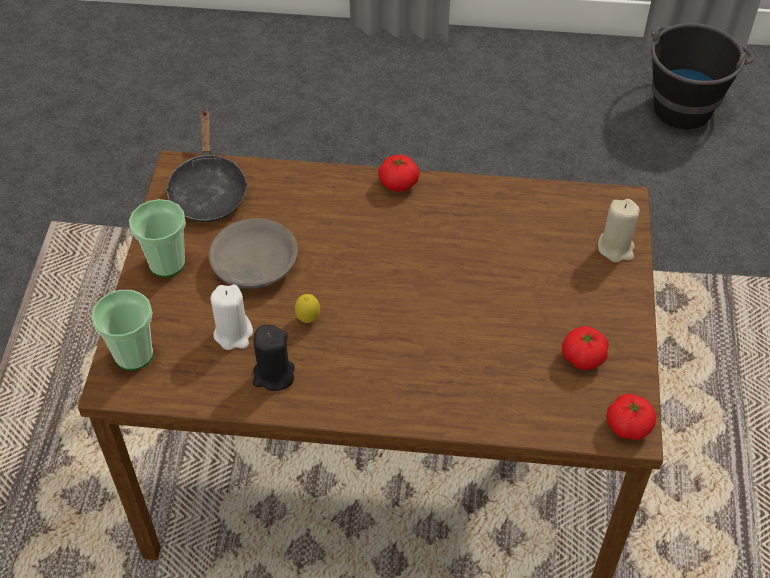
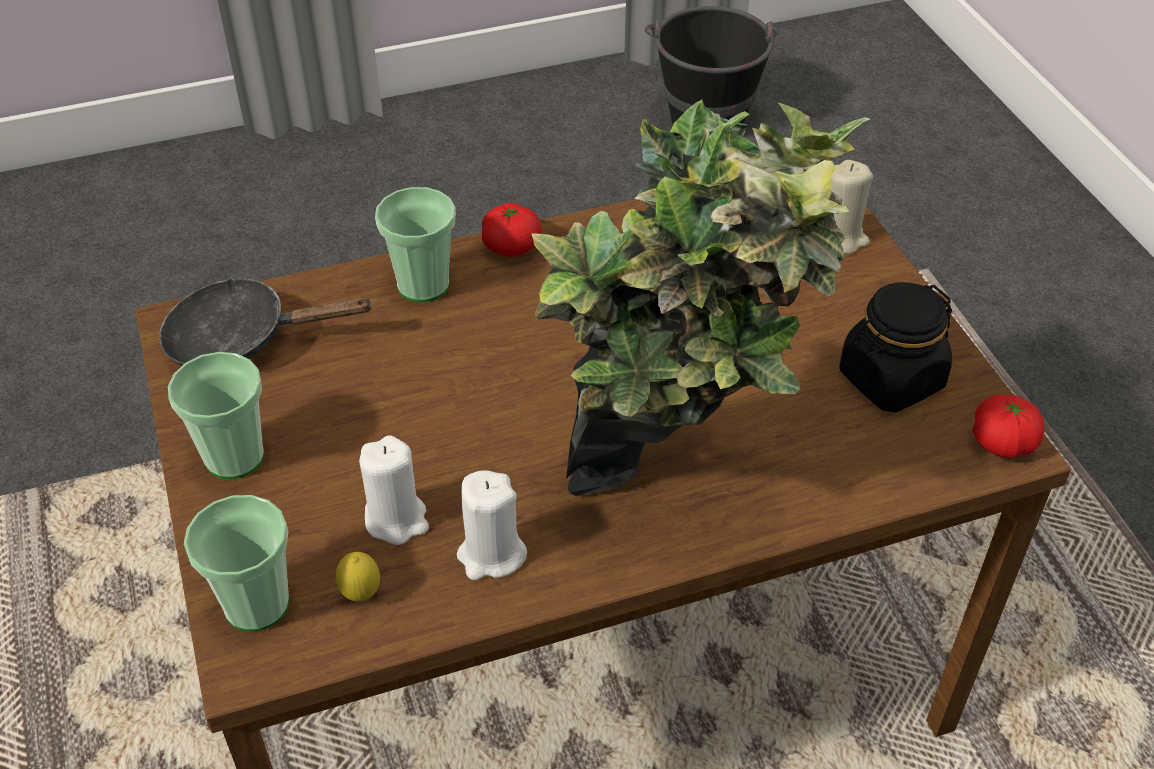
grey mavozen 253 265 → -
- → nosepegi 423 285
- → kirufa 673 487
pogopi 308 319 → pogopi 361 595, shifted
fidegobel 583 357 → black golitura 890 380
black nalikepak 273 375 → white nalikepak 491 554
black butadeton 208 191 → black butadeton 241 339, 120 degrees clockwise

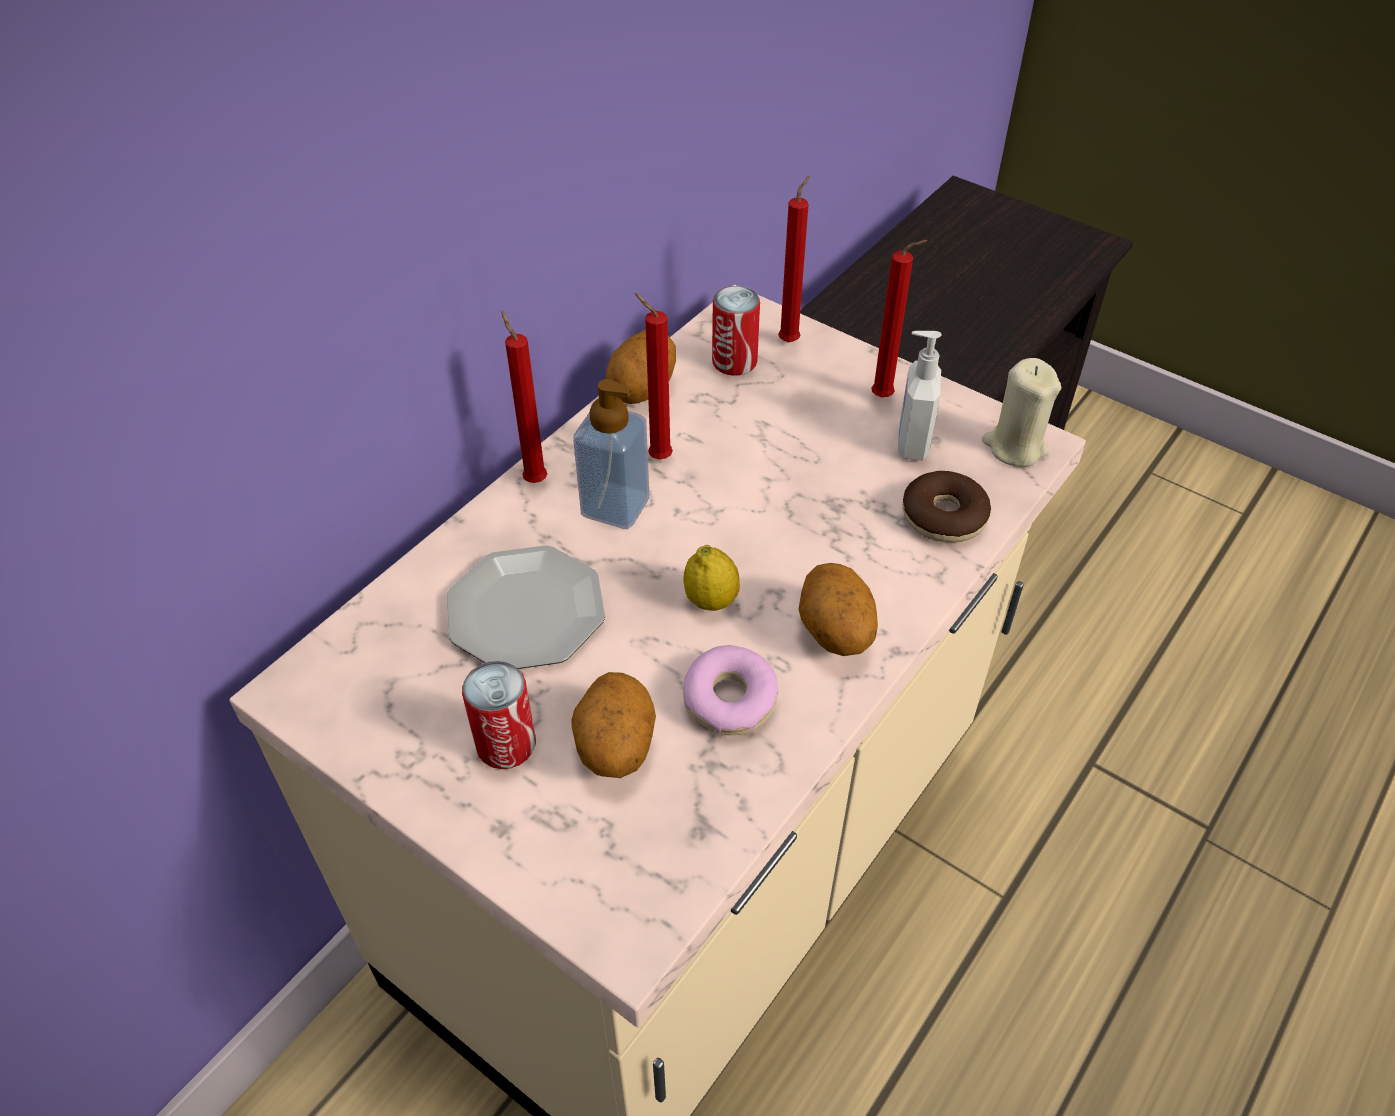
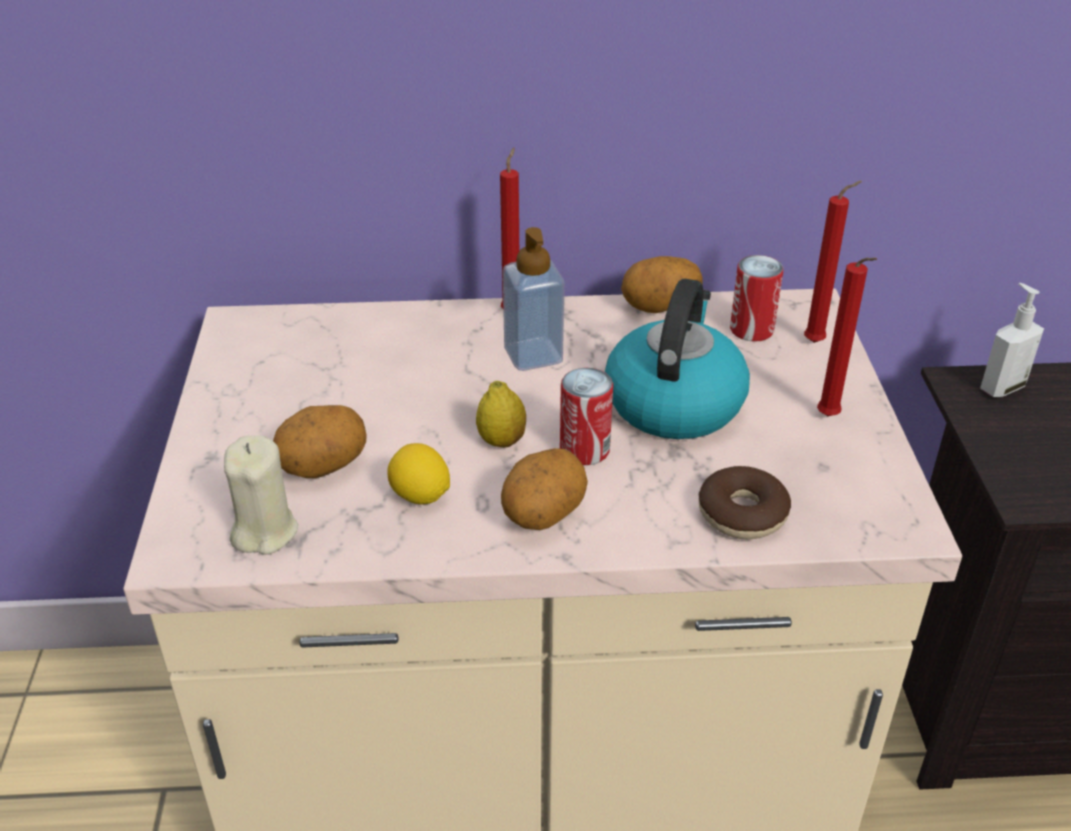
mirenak 526 612 → -
red nalikepak 657 457 → -
- → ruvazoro 674 402
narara 506 744 → narara 584 450, shifted
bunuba 911 443 → bunuba 1001 387, shifted
beige nalikepak 1014 446 → beige nalikepak 264 531, shifted
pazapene 729 700 → pogopi 420 496

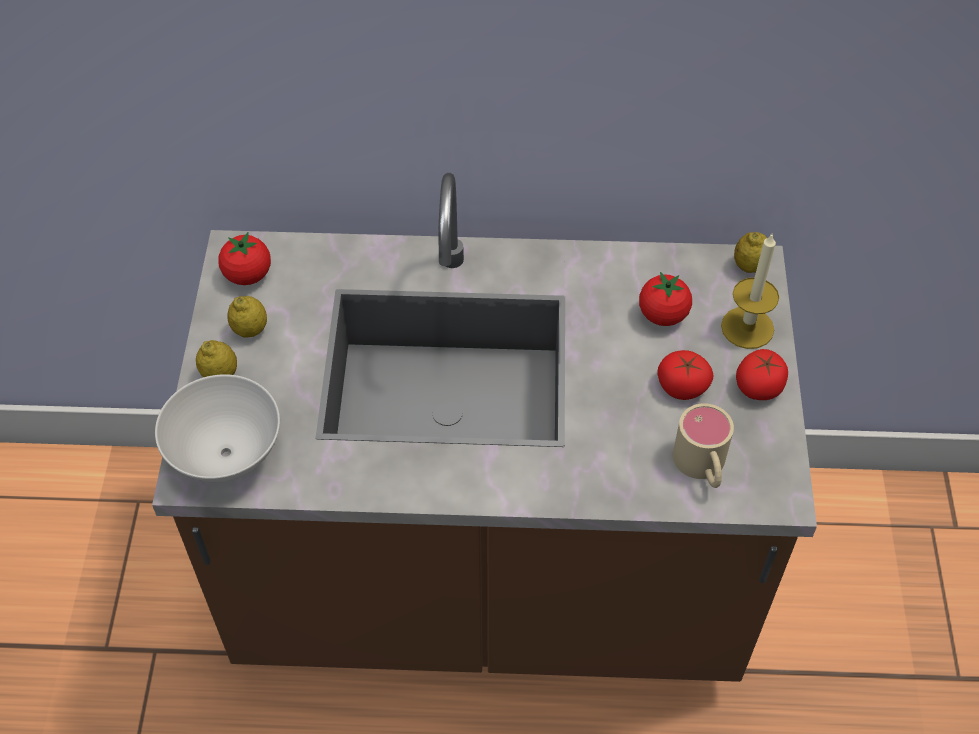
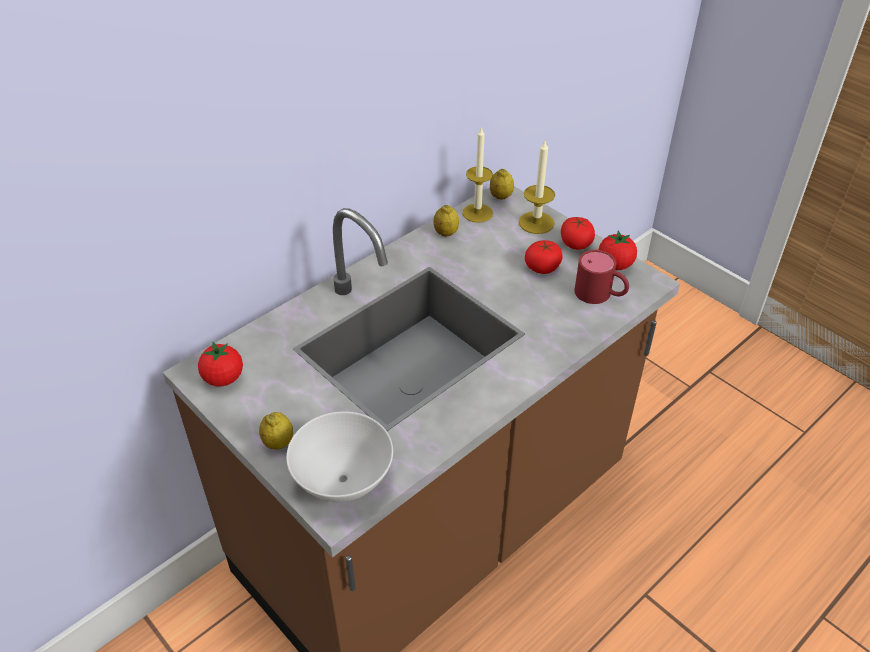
- → nalikepak 477 213
pogopi 250 330 → pogopi 446 233, shifted
fidegobel 663 315 → fidegobel 615 265, shifted
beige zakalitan 702 467 → red zakalitan 600 295

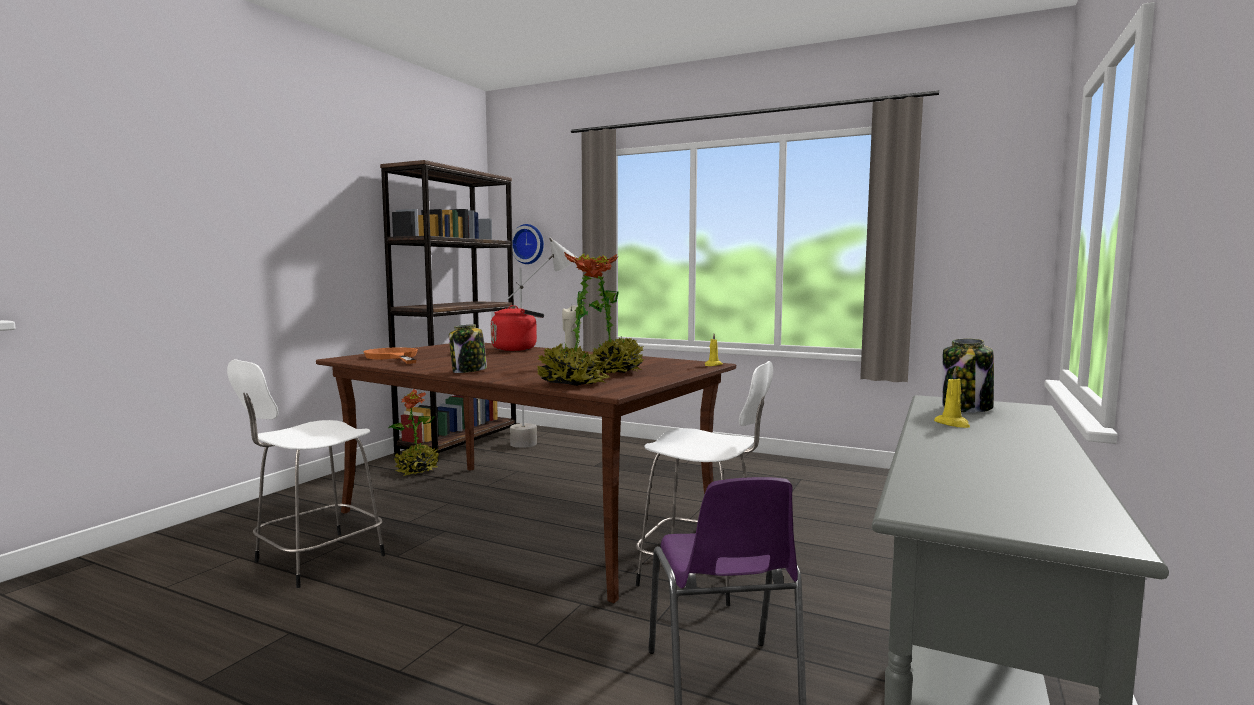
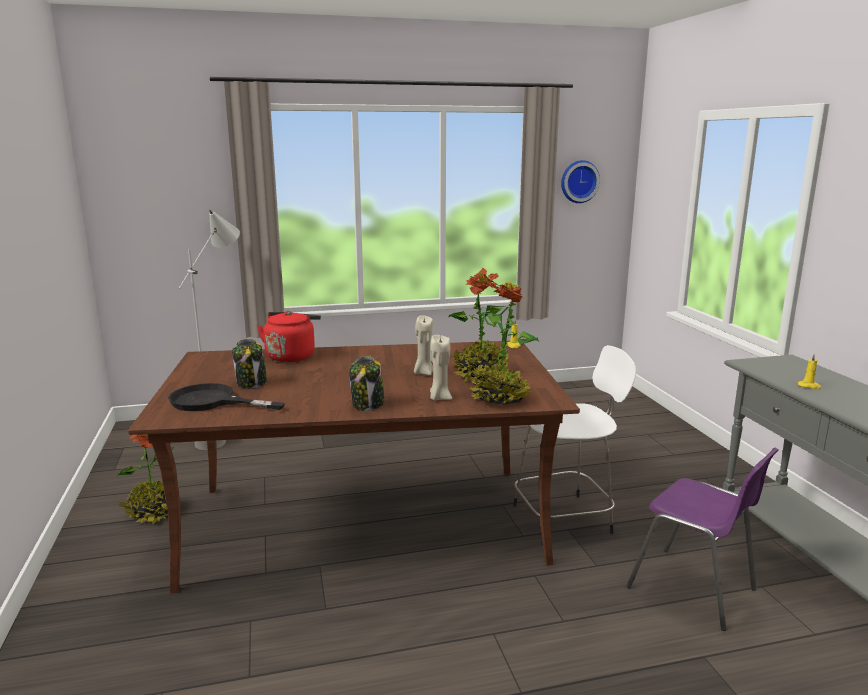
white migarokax 315 560 → -
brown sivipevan 459 443 → -
- → beige nalikepak 439 398
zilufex 528 244 → zilufex 578 181, shifted
golitura 967 408 → golitura 252 383, shifted
orange butadeton 393 357 → black butadeton 212 401

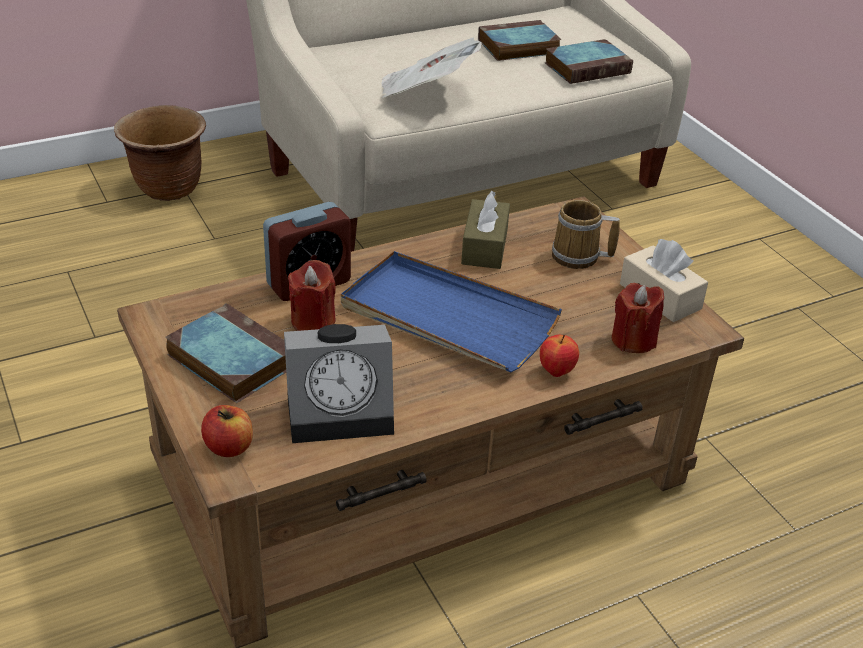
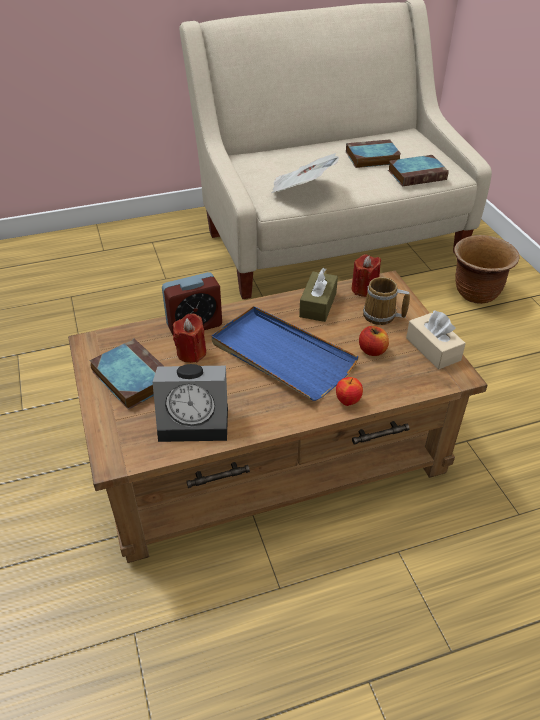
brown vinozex 168 189 → brown vinozex 476 294, shifted
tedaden 229 447 → tedaden 372 350, shifted
red nalikepak 633 340 → red nalikepak 364 289, shifted

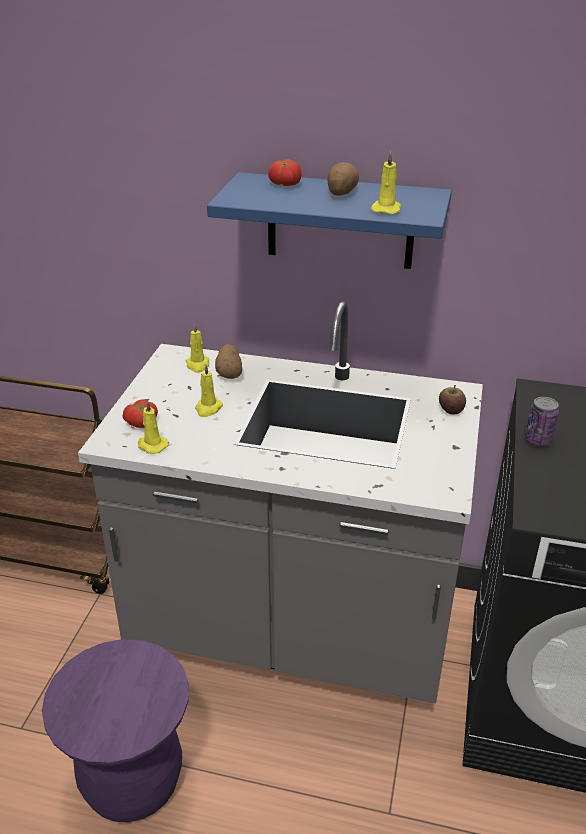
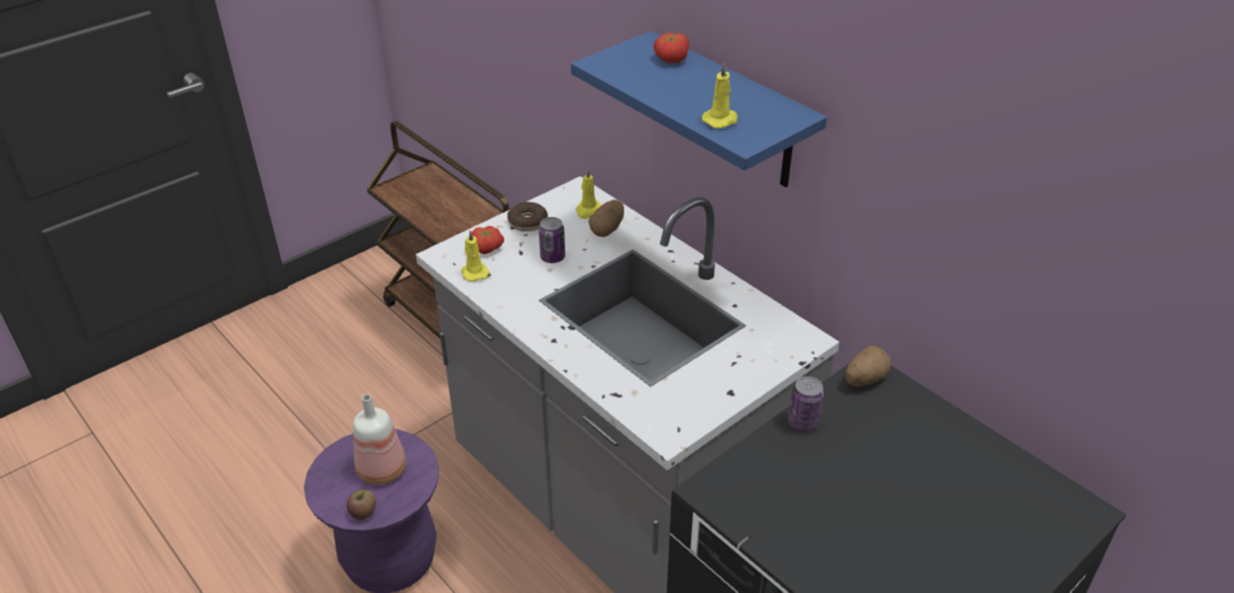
- → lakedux 383 470
- → pazapene 528 222
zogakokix 341 193 → zogakokix 864 379, shifted
tedaden 450 410 → tedaden 363 512, shifted
yellow nalikepak 208 408 → narara 552 257

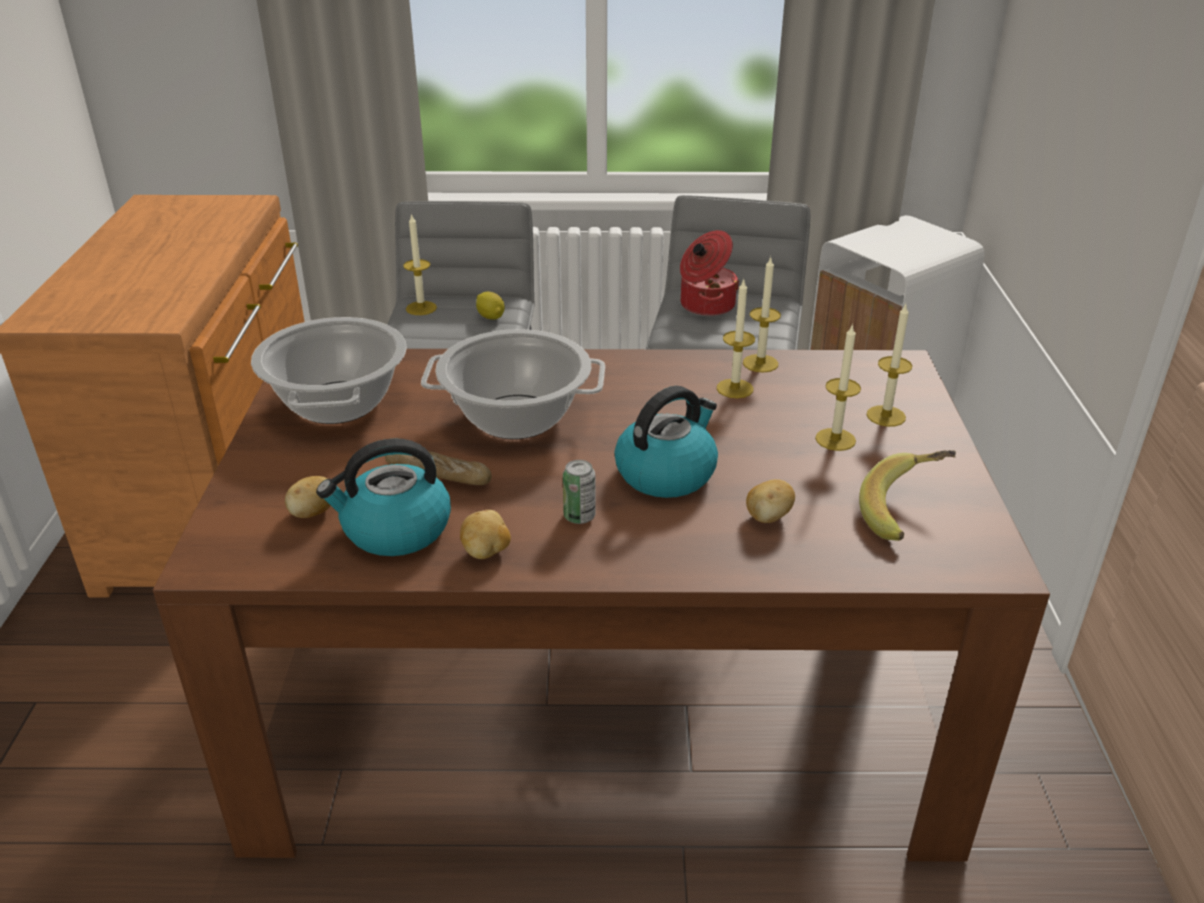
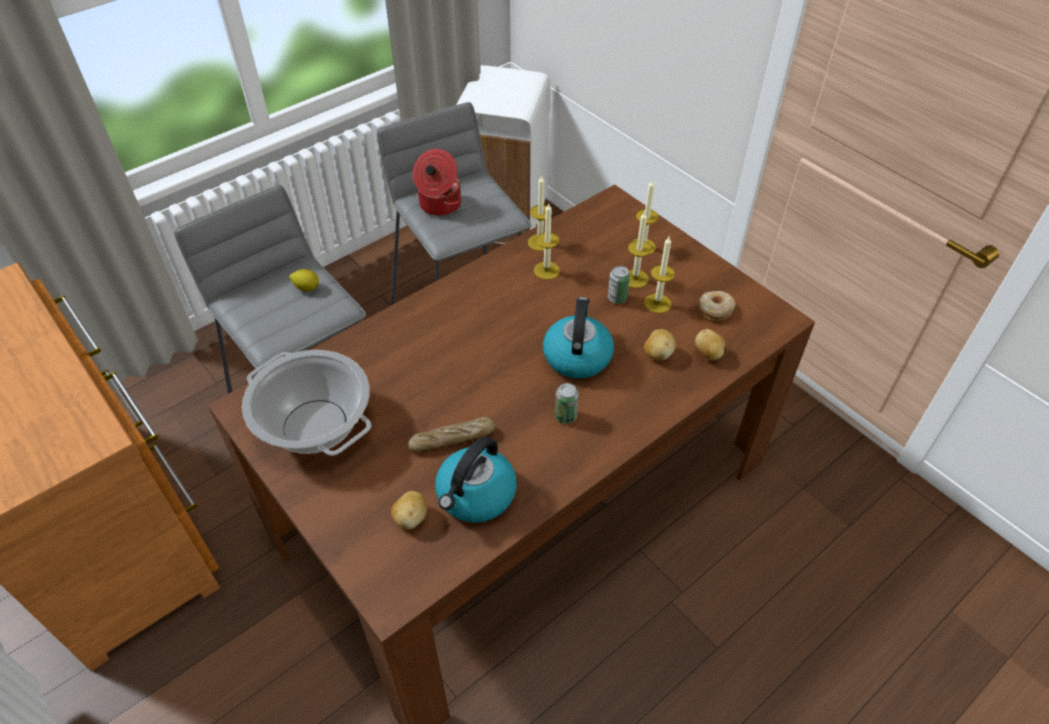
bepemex 517 417 → -
- → narara 617 298
nalikepak 421 308 → nalikepak 657 303, shifted
zogakokix 486 552 → zogakokix 708 354, shifted
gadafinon 907 513 → pazapene 715 309

